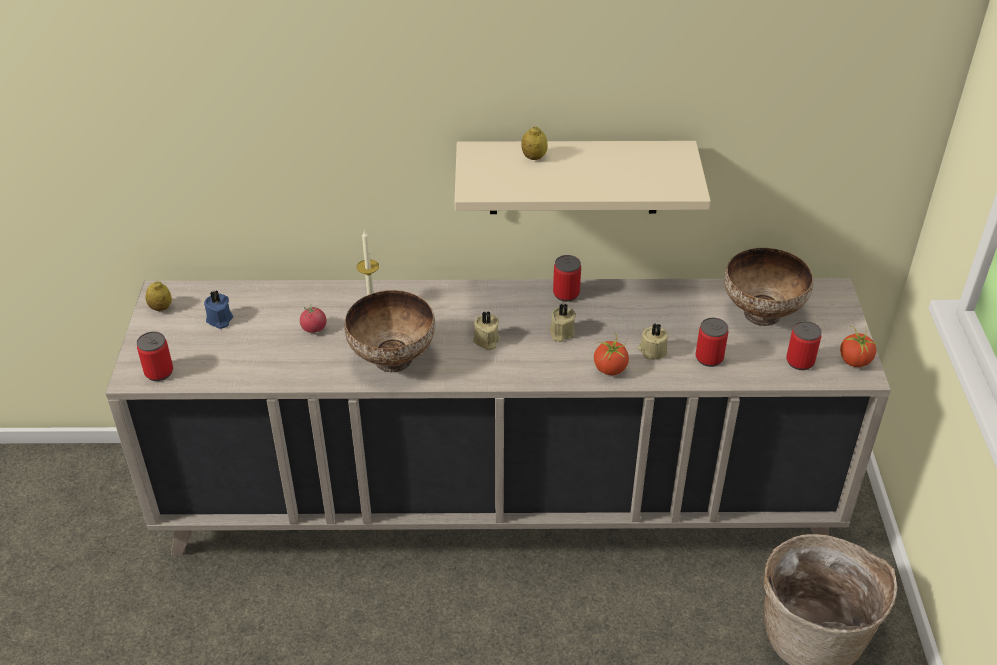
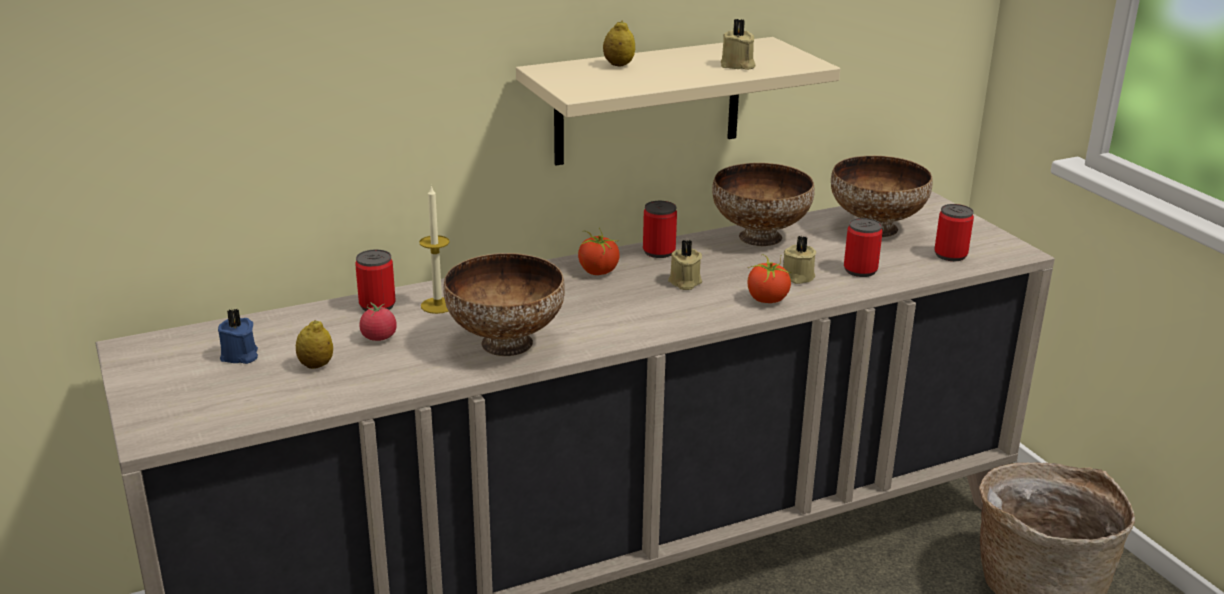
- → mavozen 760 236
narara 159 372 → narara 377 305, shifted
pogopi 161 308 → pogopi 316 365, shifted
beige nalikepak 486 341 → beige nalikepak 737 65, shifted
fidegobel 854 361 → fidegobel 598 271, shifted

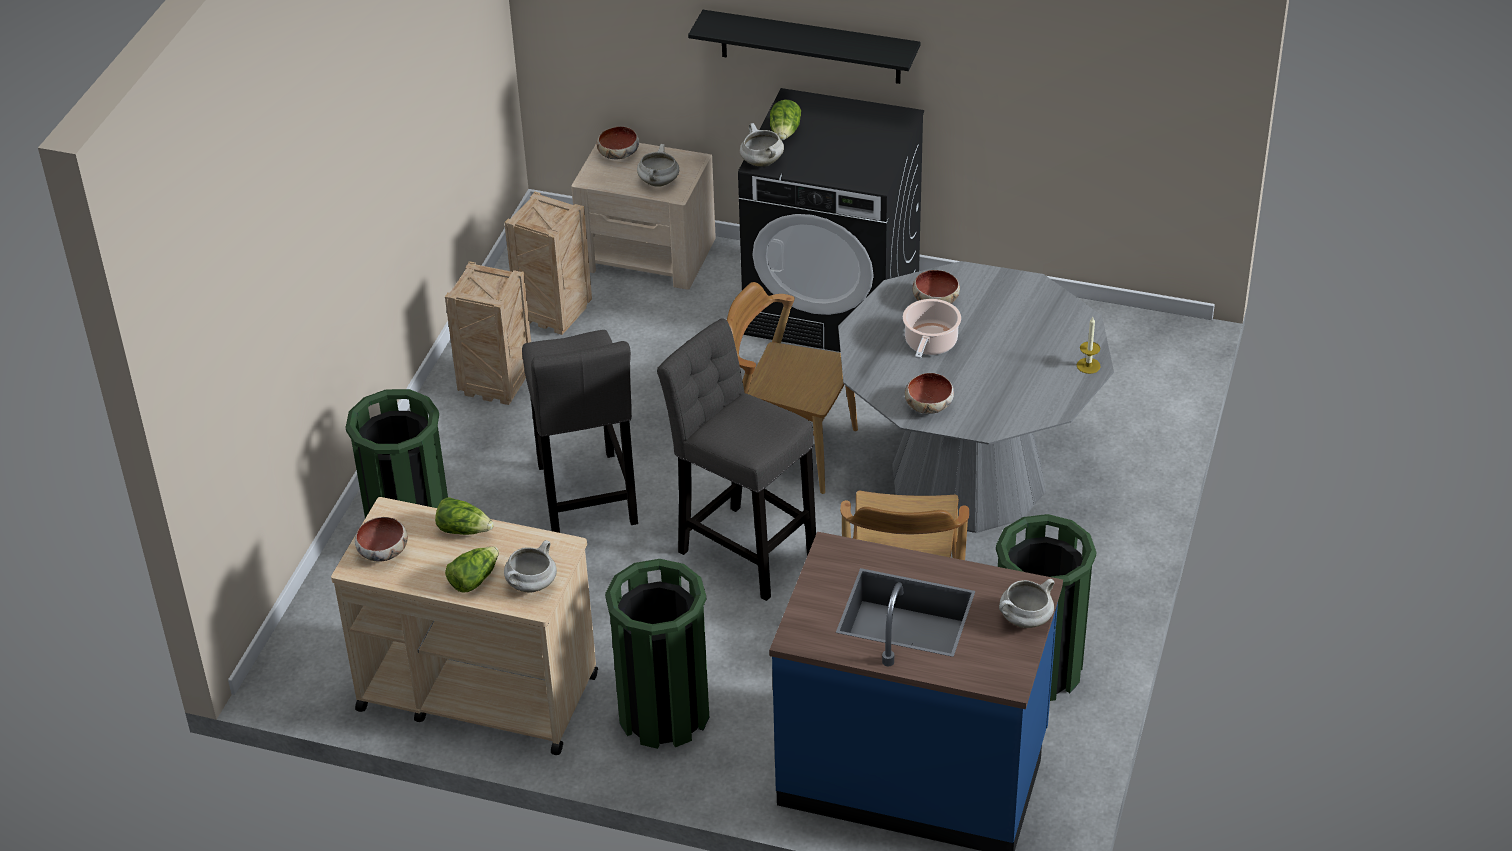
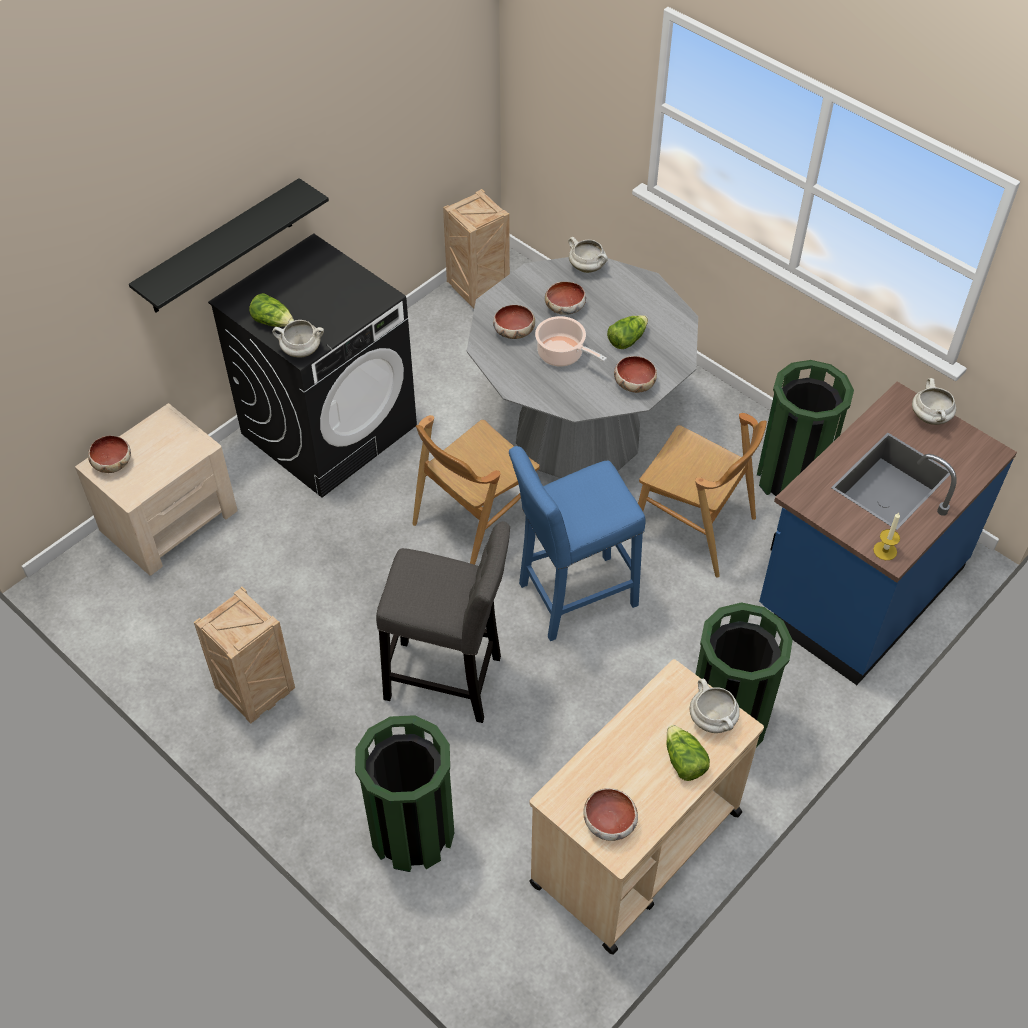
- → mavozen 565 307
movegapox 464 529 → movegapox 627 339, shifted
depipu 552 314 → depipu 477 291, shifted
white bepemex 659 182 → white bepemex 587 267, shifted
nalikepak 1088 365 → nalikepak 885 551, shifted
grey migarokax 742 549 → blue migarokax 572 597

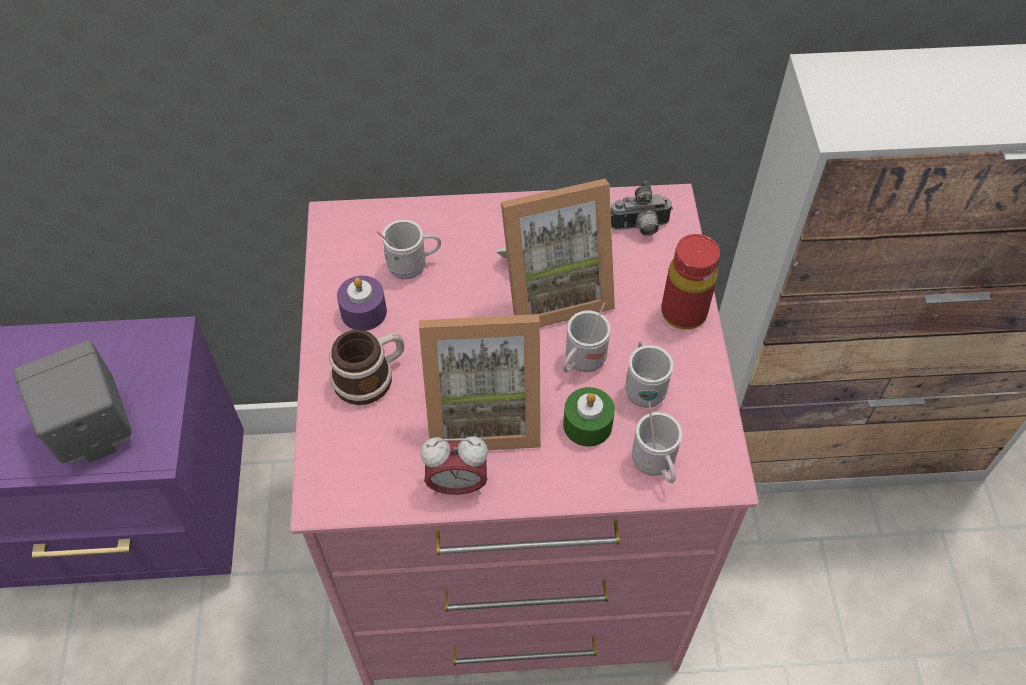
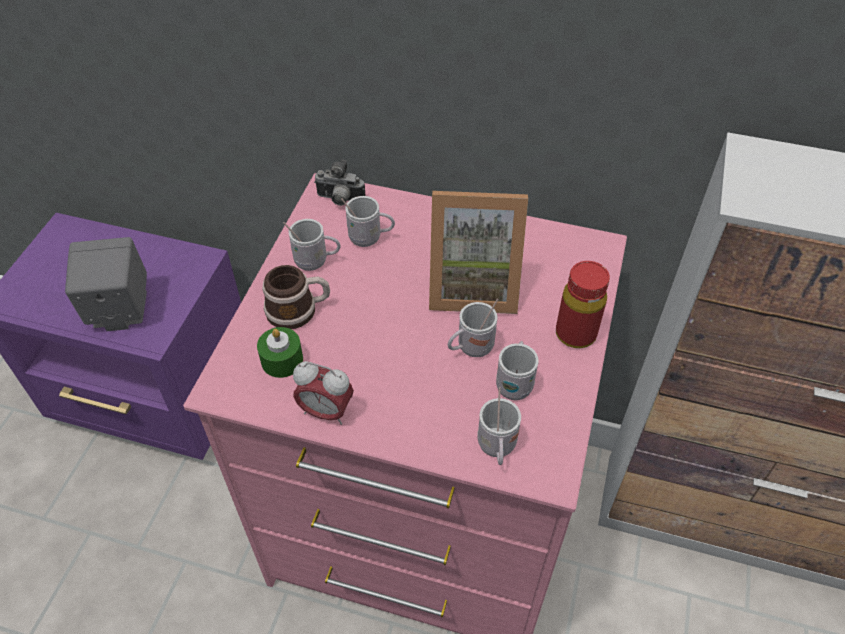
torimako 482 412 → -
green nalikepak 587 425 → green nalikepak 282 360, shifted
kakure 640 228 → kakure 340 200, shifted
purple nalikepak 363 312 → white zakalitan 316 261

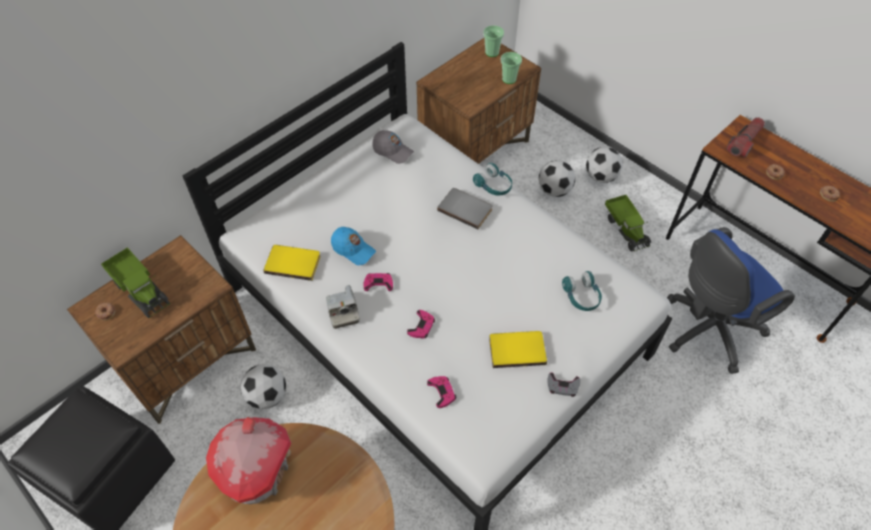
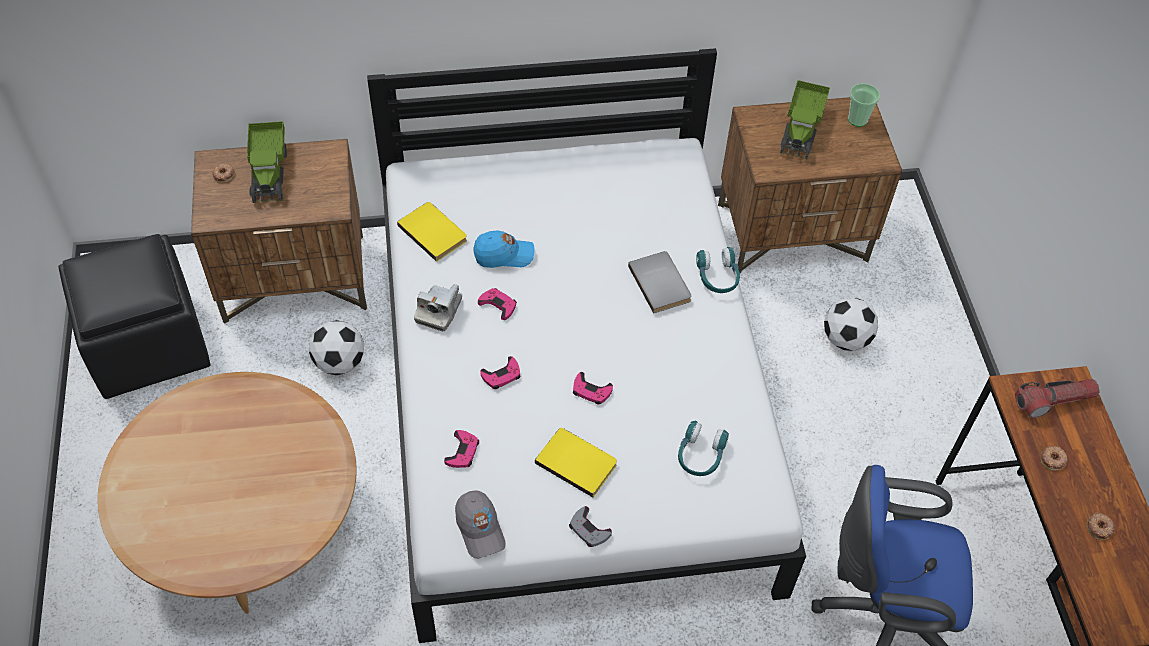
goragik 257 471 → -
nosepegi 509 79 → -
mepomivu 601 177 → -
- → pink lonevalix 591 391
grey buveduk 392 151 → grey buveduk 479 529, shifted
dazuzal 626 228 → dazuzal 801 129, shifted
blue buveduk 353 250 → blue buveduk 504 255, 75 degrees counterclockwise

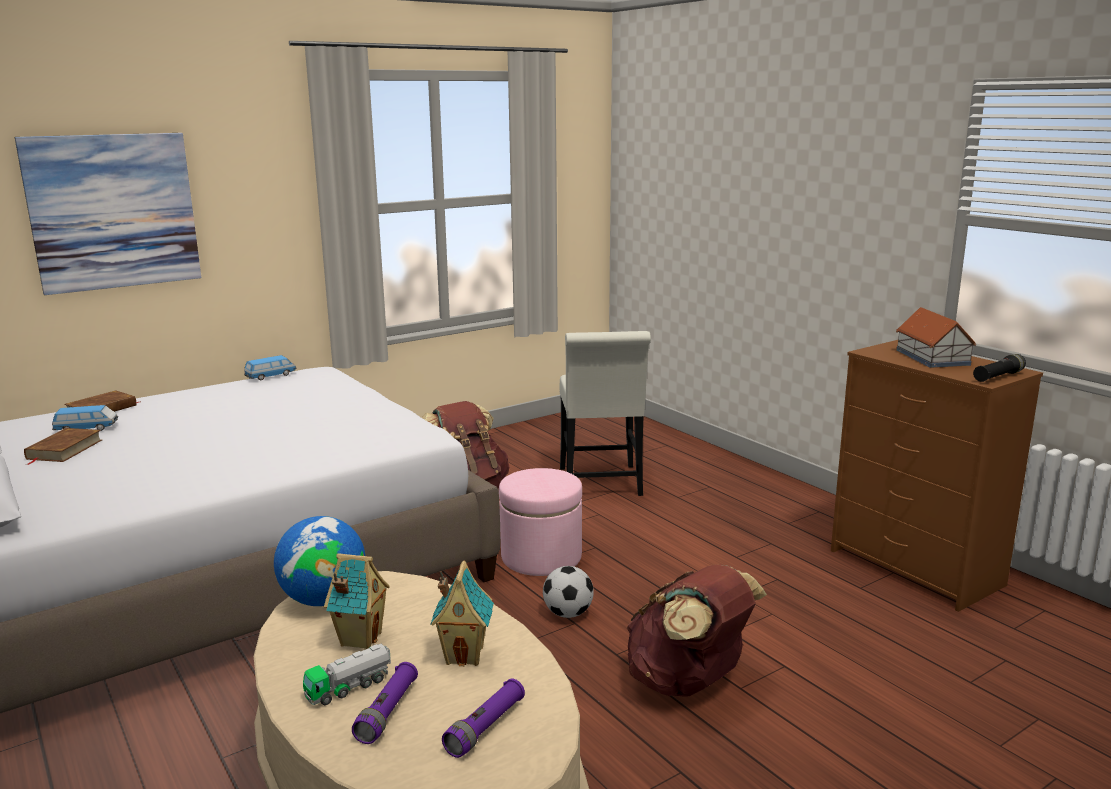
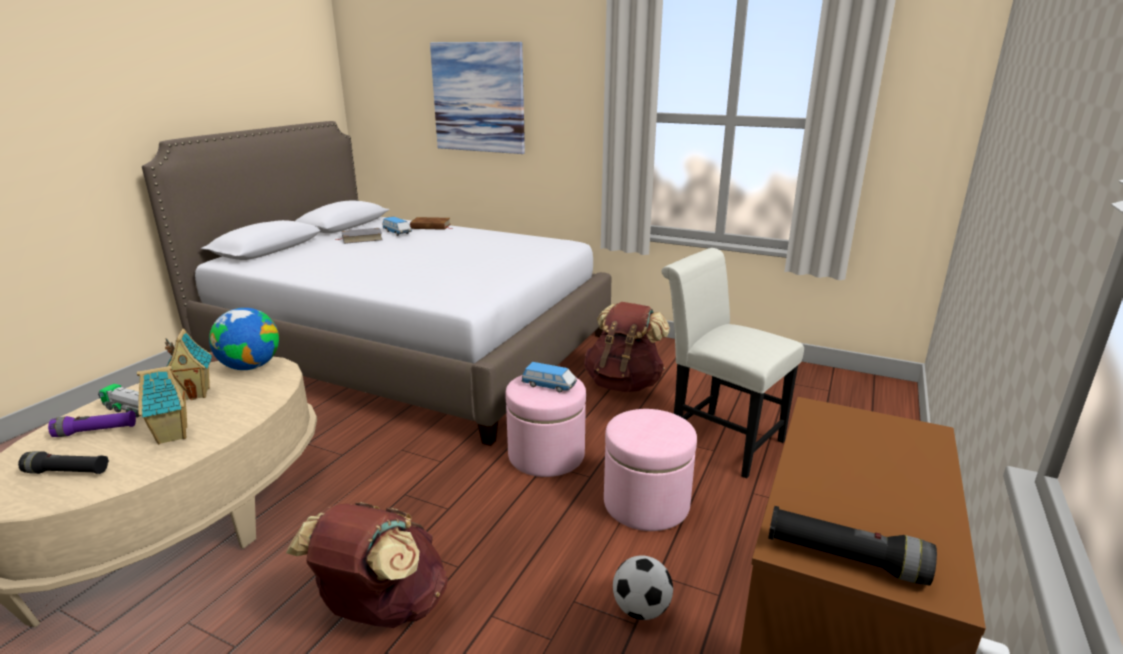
goragik 932 357 → -
- → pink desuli 646 503
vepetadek 271 376 → vepetadek 549 386, shifted
mepomivu 568 613 → mepomivu 641 609, shifted
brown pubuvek 64 449 → grey pubuvek 362 238
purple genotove 485 727 → black genotove 67 472
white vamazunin 601 485 → white vamazunin 718 439, 75 degrees clockwise

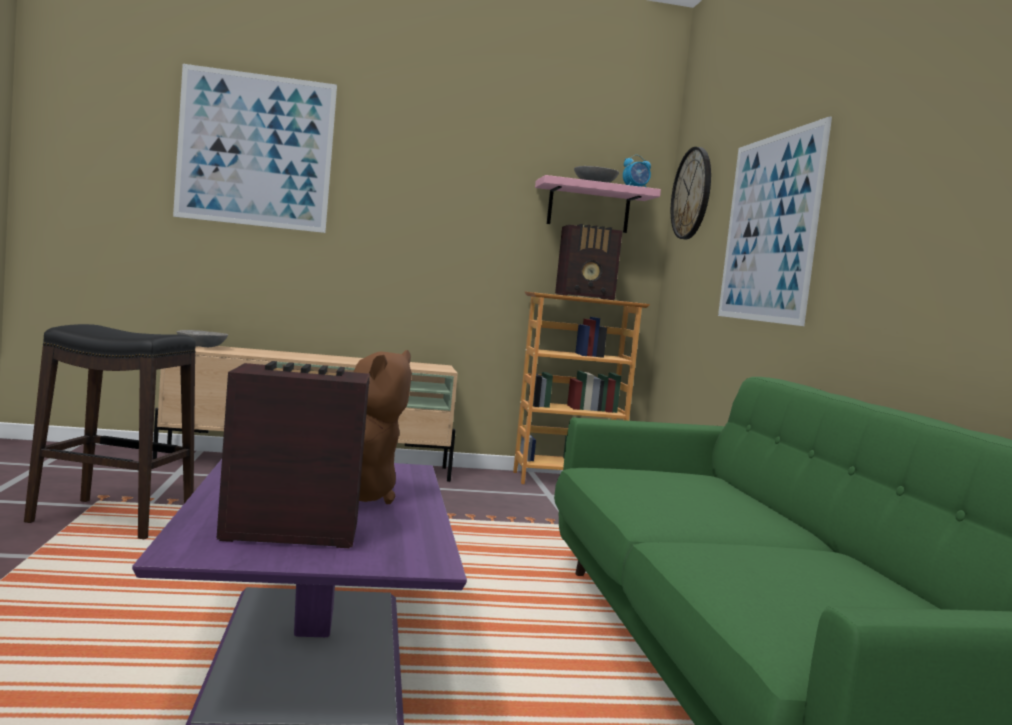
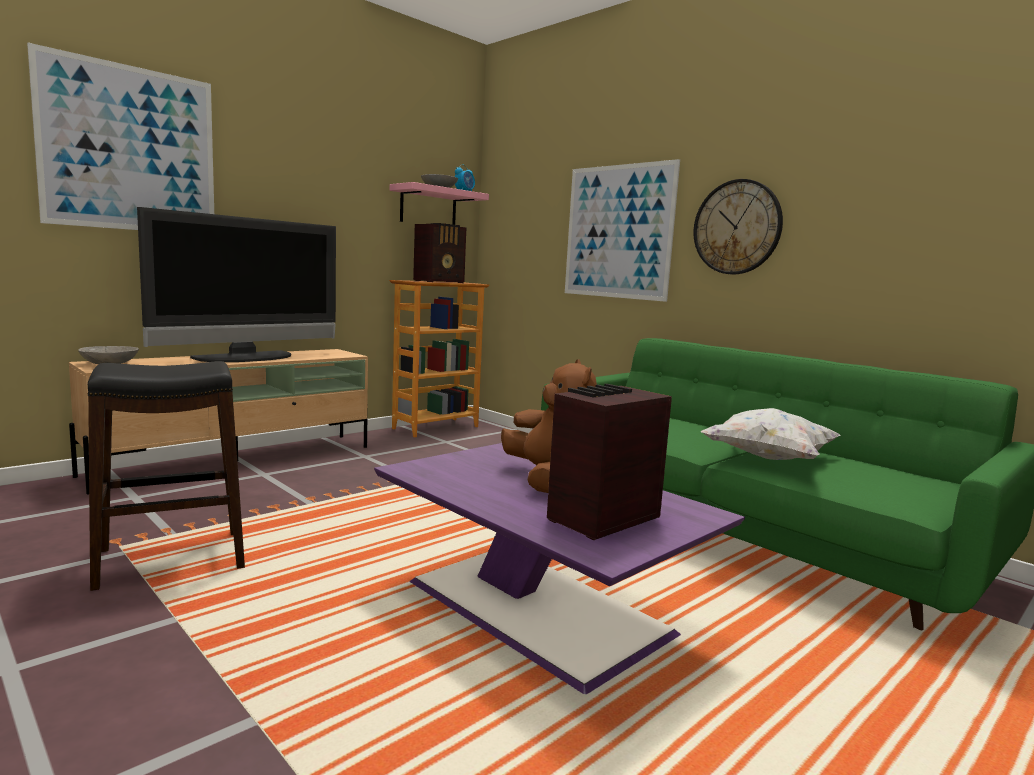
- → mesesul 247 358
- → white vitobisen 767 458
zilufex 692 193 → zilufex 737 227, shifted

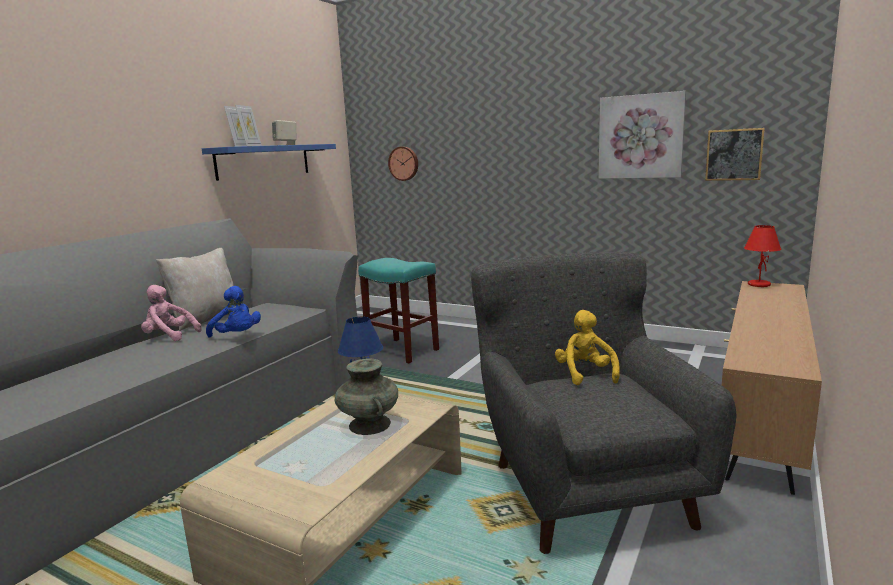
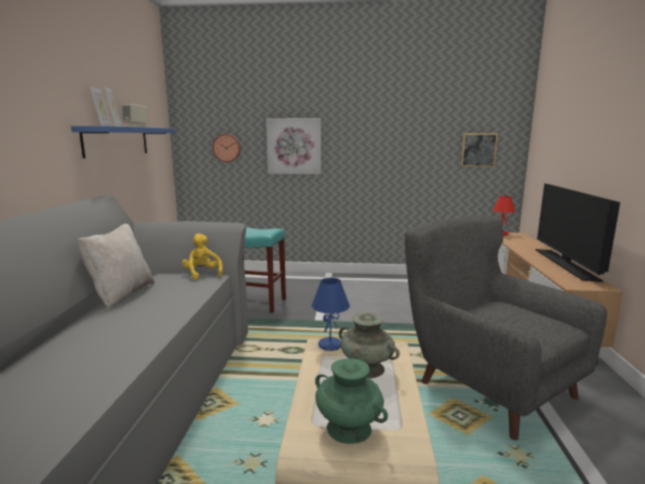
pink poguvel 169 336 → -
blue poguvel 237 336 → -
- → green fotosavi 348 428
- → mesesul 566 264
yellow poguvel 585 374 → yellow poguvel 202 274, shifted
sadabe 640 136 → sadabe 294 146, shifted

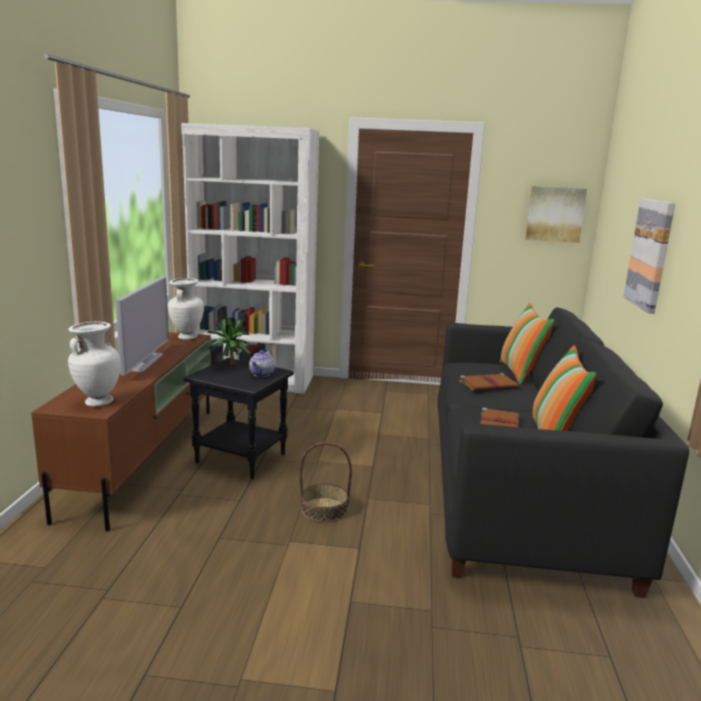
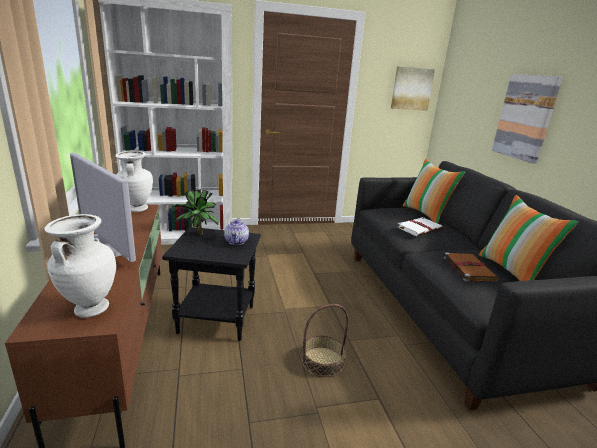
brown pubuvek 489 385 → white pubuvek 419 228
mesesul 143 362 → mesesul 110 244, 150 degrees clockwise

